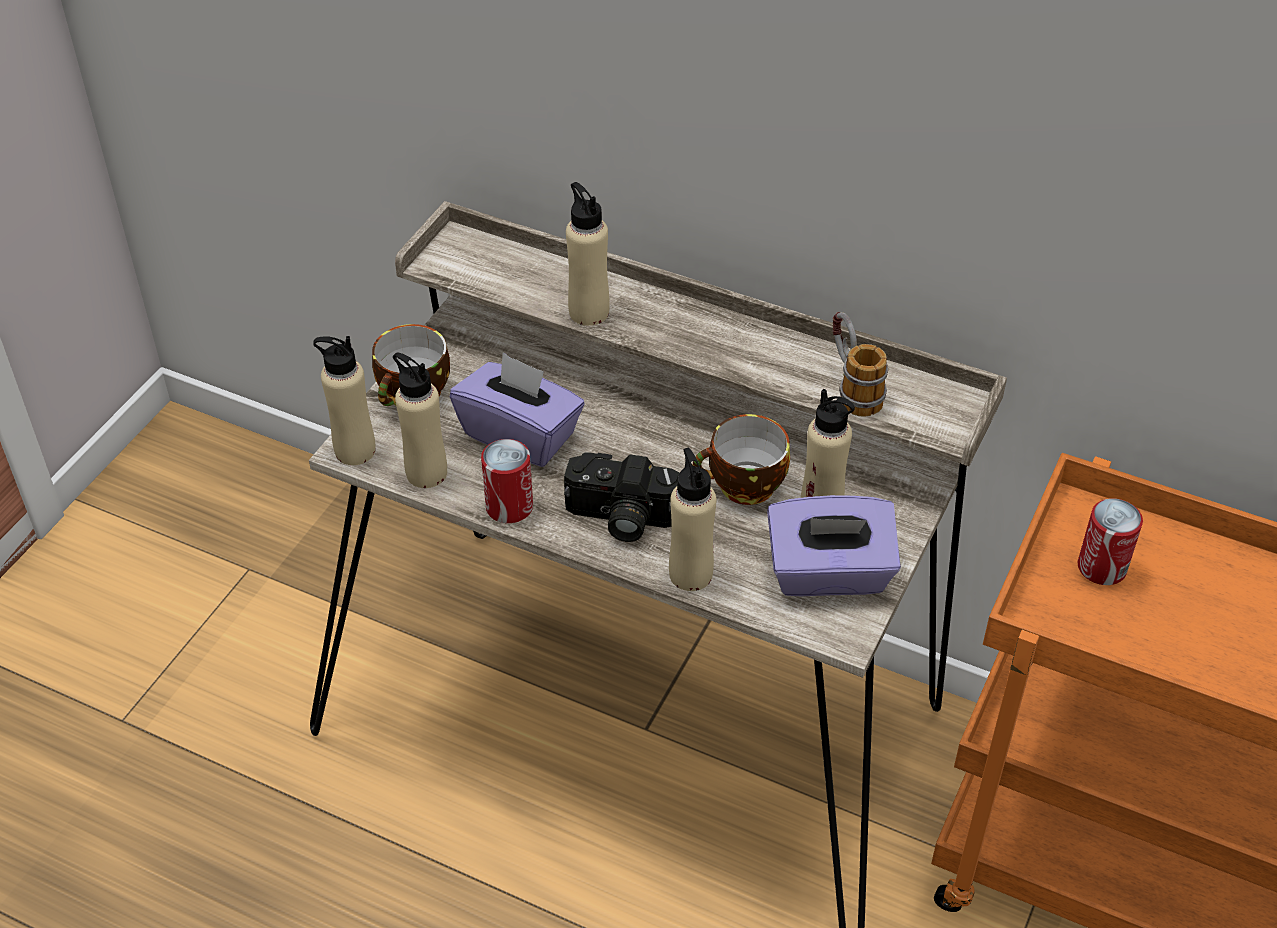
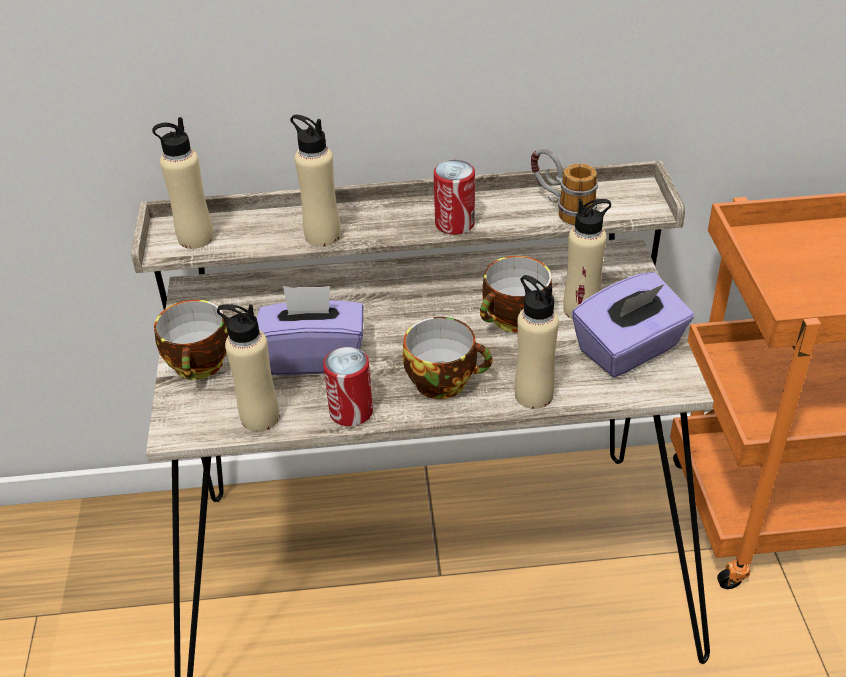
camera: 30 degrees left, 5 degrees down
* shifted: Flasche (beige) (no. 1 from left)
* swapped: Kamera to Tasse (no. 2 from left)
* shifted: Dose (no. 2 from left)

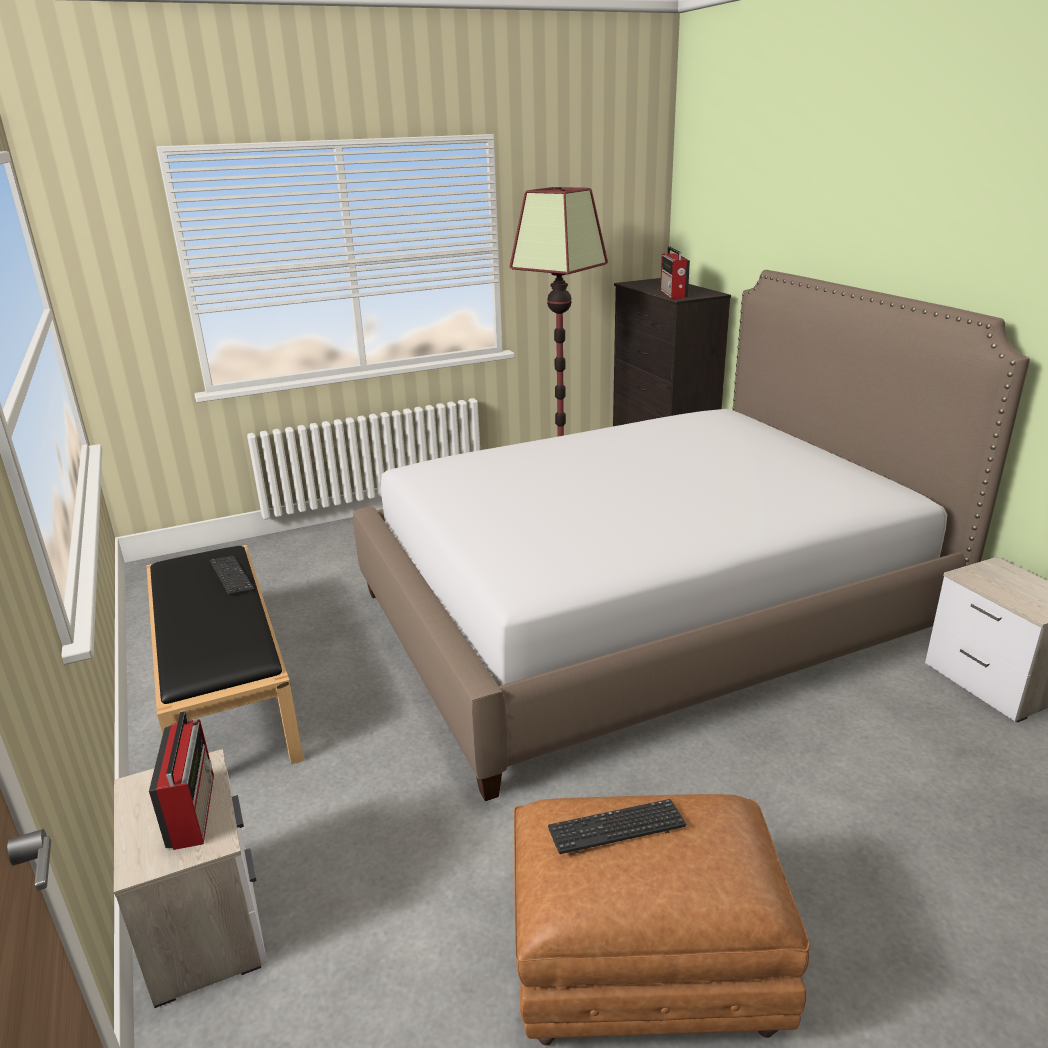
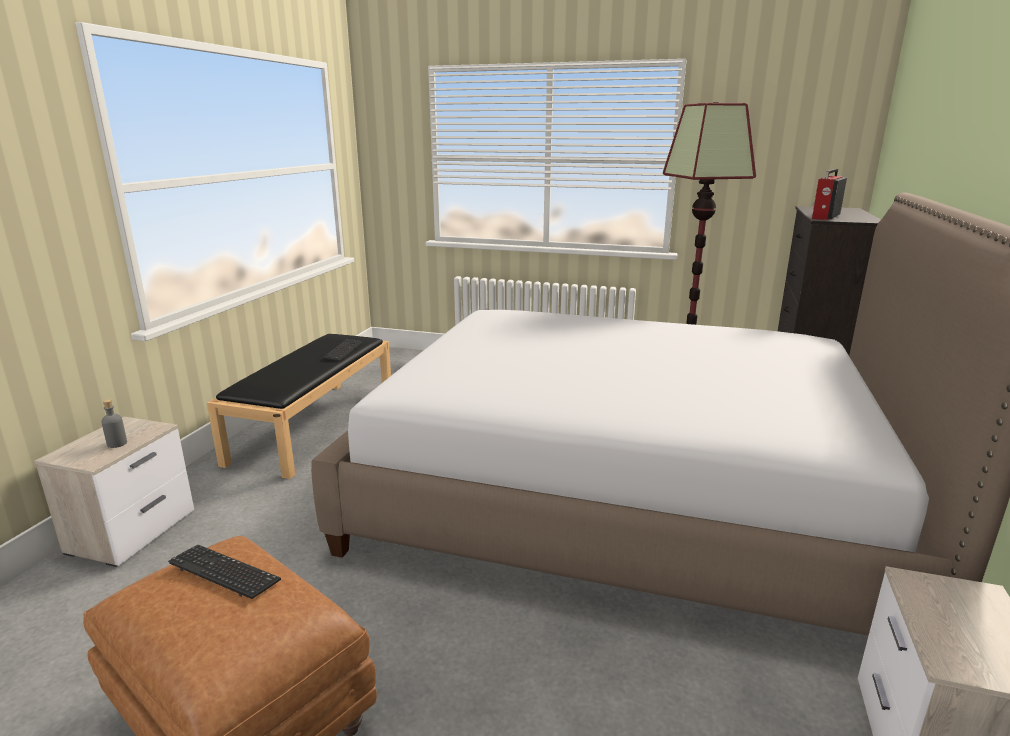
camera: 40 degrees right, 5 degrees down
* swapped: Radio (no. 1 from left) to Flasche (grau)

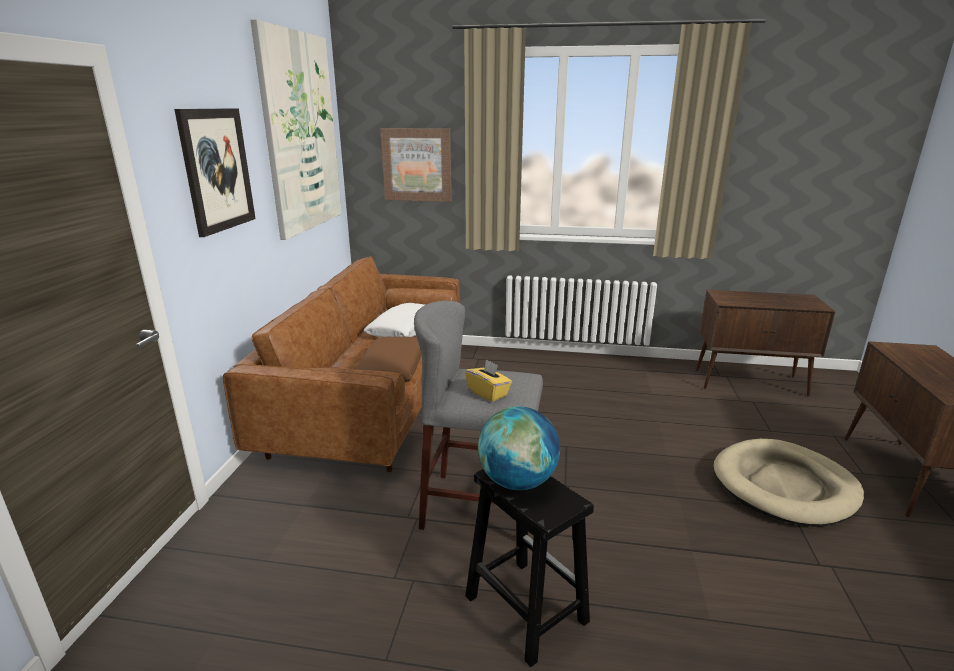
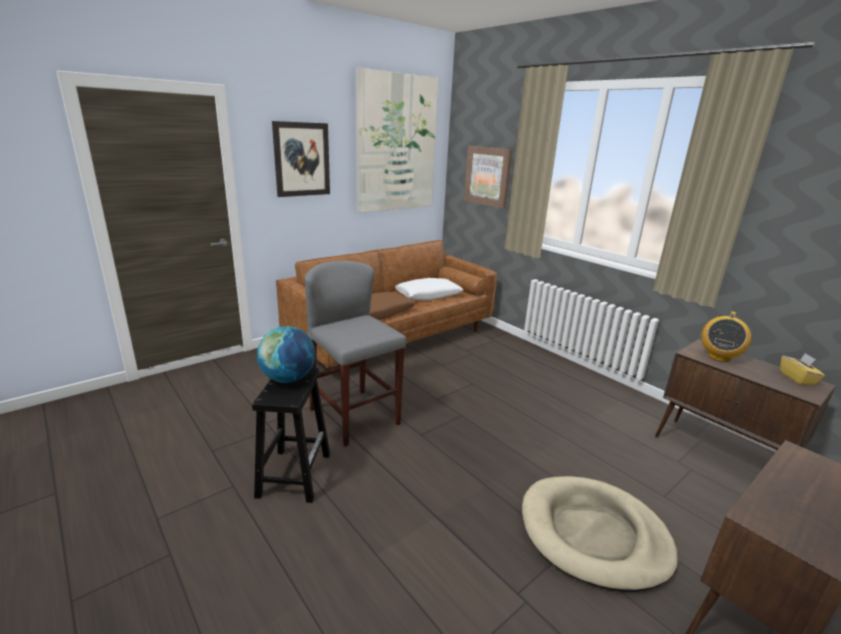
camera: 40 degrees right, 0 degrees up
* new: Radio
* shifted: Taschentuchbox (gelb)

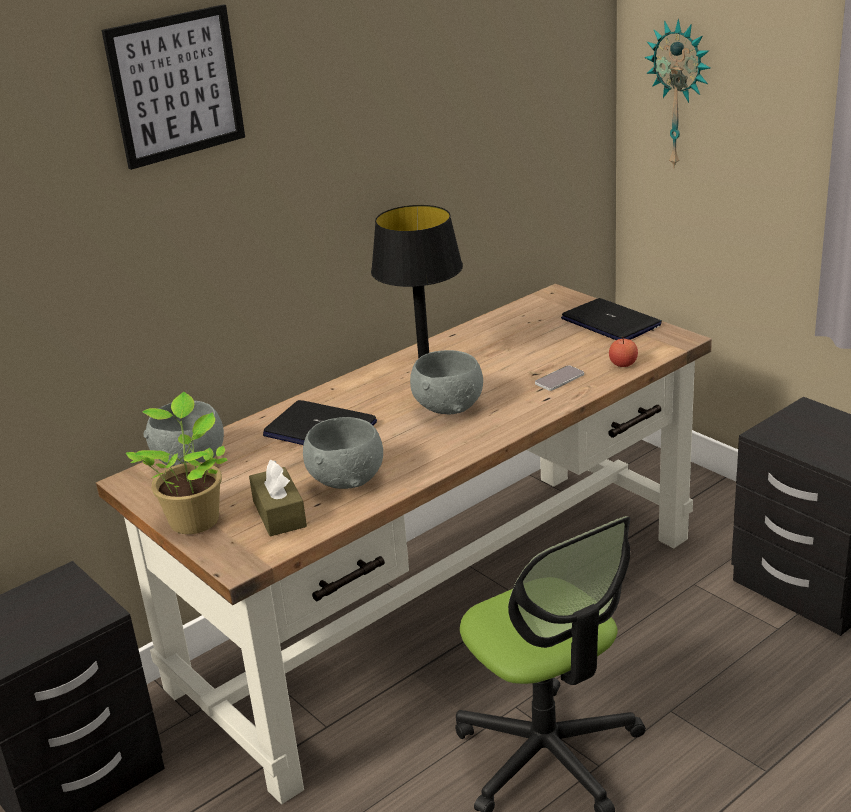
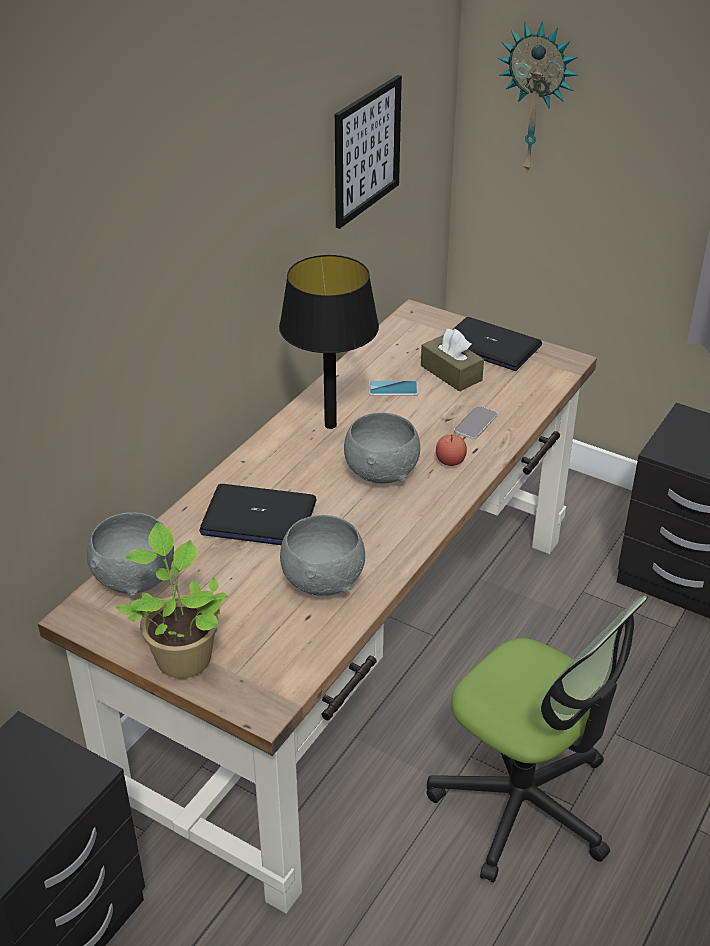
camera: 20 degrees left, 10 degrees up
* shifted: Bild
* new: Handy (no. 1 from left)
* shifted: Taschentuchbox (braun)
* shifted: Apfel

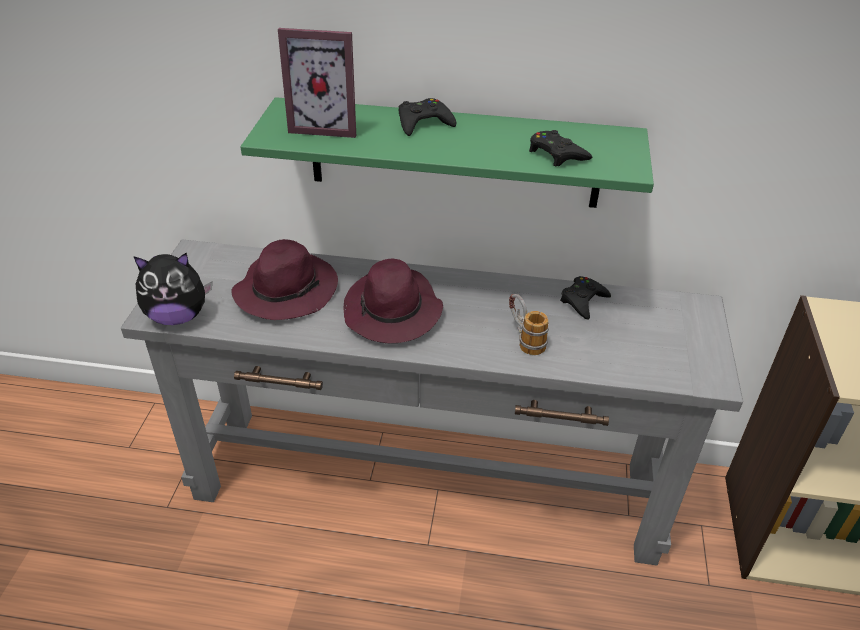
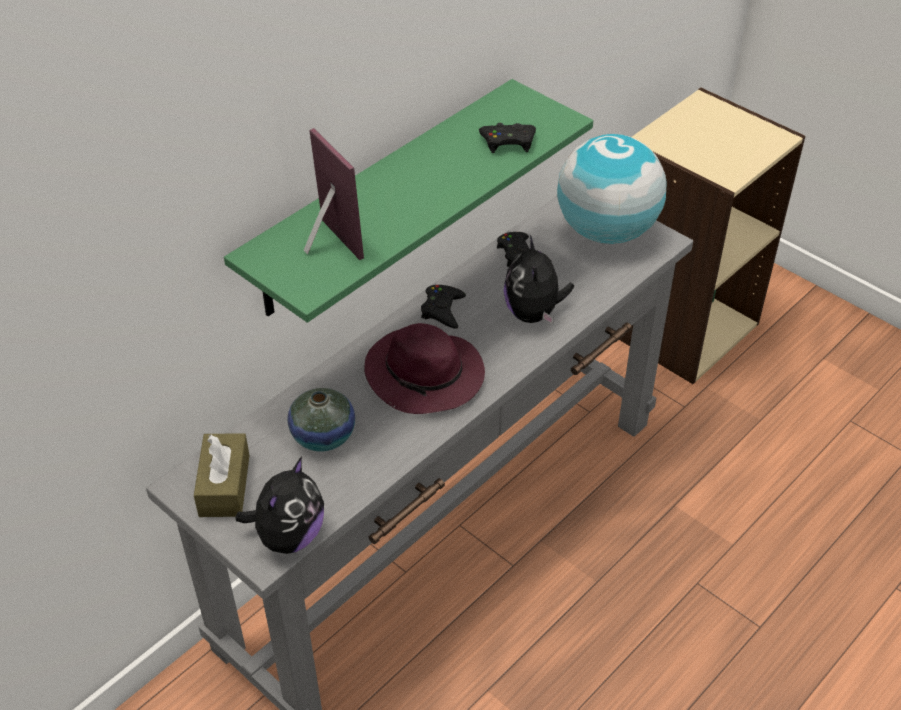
camera: 55 degrees left, 5 degrees up
* new: Taschentuchbox (braun)
* swapped: Hut (lila) (no. 1 from left) to Vase
* rotated: Bilderrahmen 75 degrees counterclockwise
* shifted: Gamepad (schwarz) (no. 1 from left)
* swapped: Henkelbecher to Plüschtier (no. 2 from left)
* new: Globus

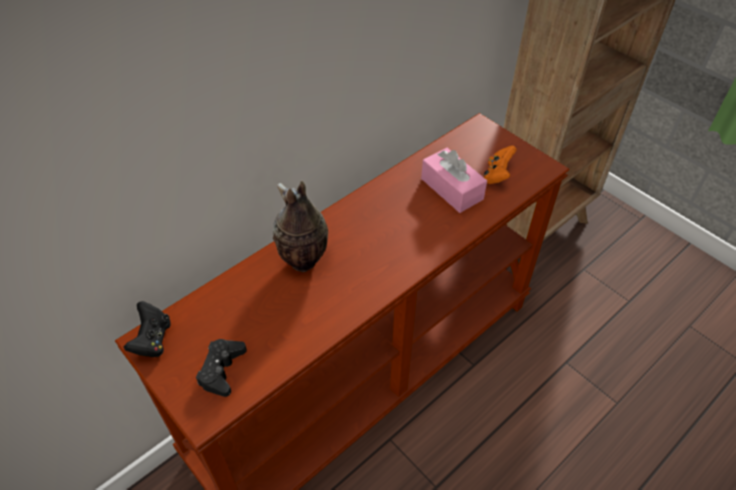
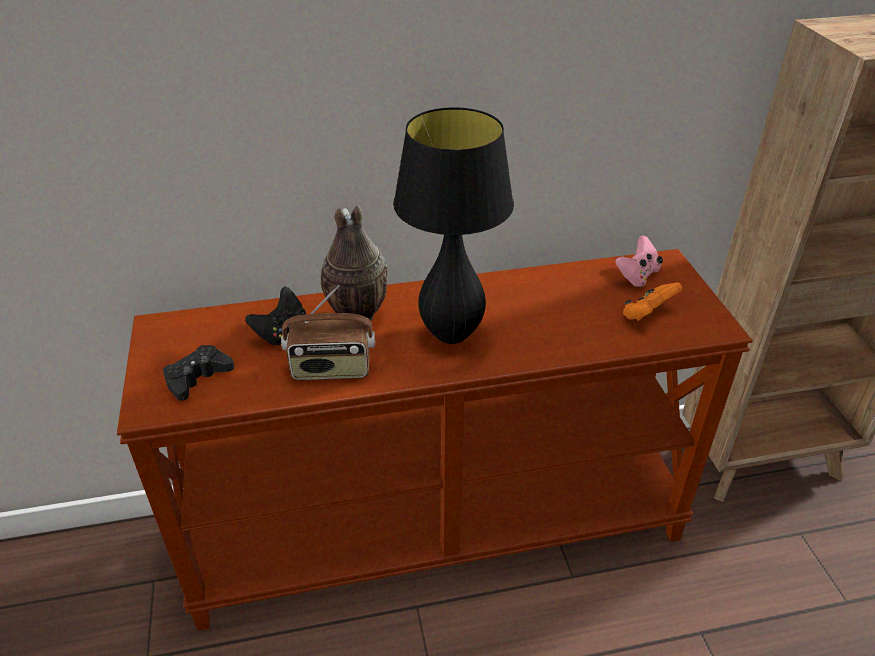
camera: 30 degrees right, 10 degrees down
* shifted: Gamepad (schwarz) (no. 1 from left in the first image) to Gamepad (schwarz) (no. 2 from left)
* new: Radio
* new: Tischlampe (schwarz)
* new: Gamepad (rosa)
* gone: Taschentuchbox (rosa)

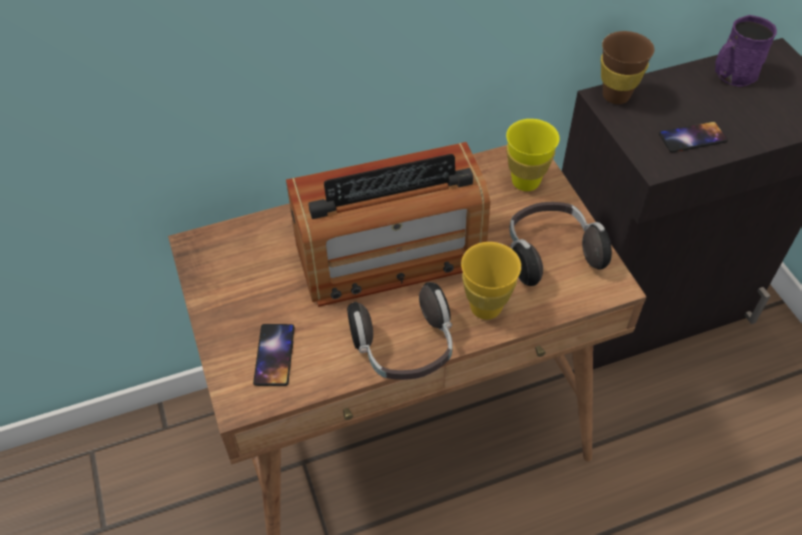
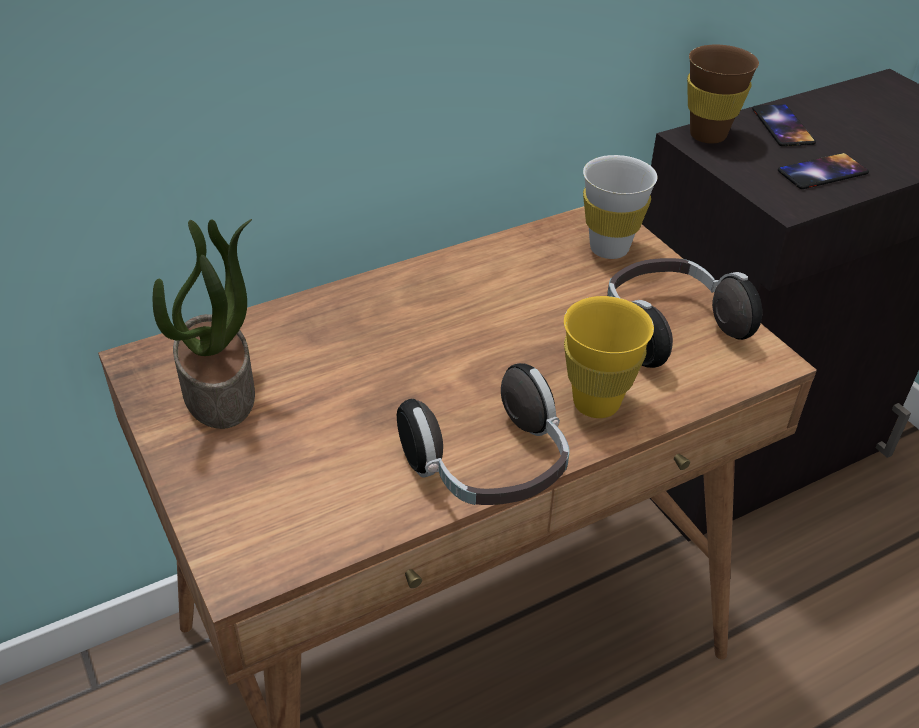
camera: 10 degrees left, 10 degrees down
* new: Topfpflanze
* repainted: Tasse (gelb) (no. 2 from left) to Tasse (weiß)
* shifted: Handy (no. 1 from left)
* gone: Radio
* gone: Henkelbecher (lila)

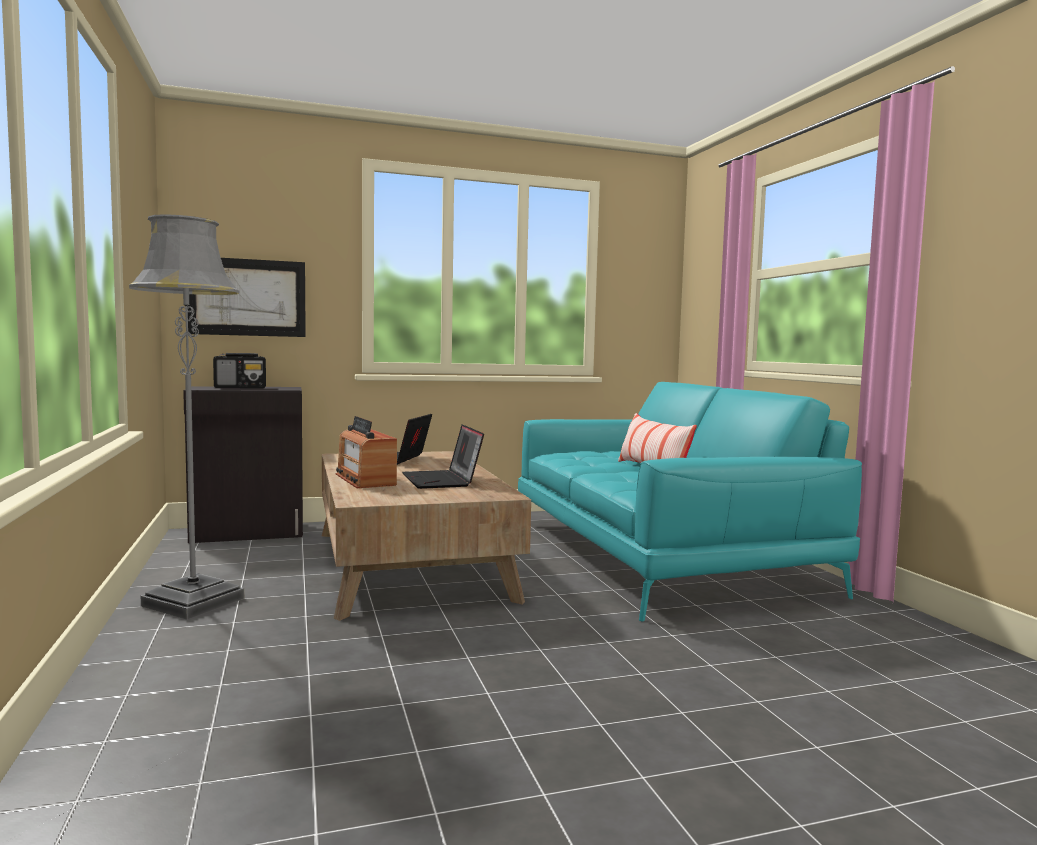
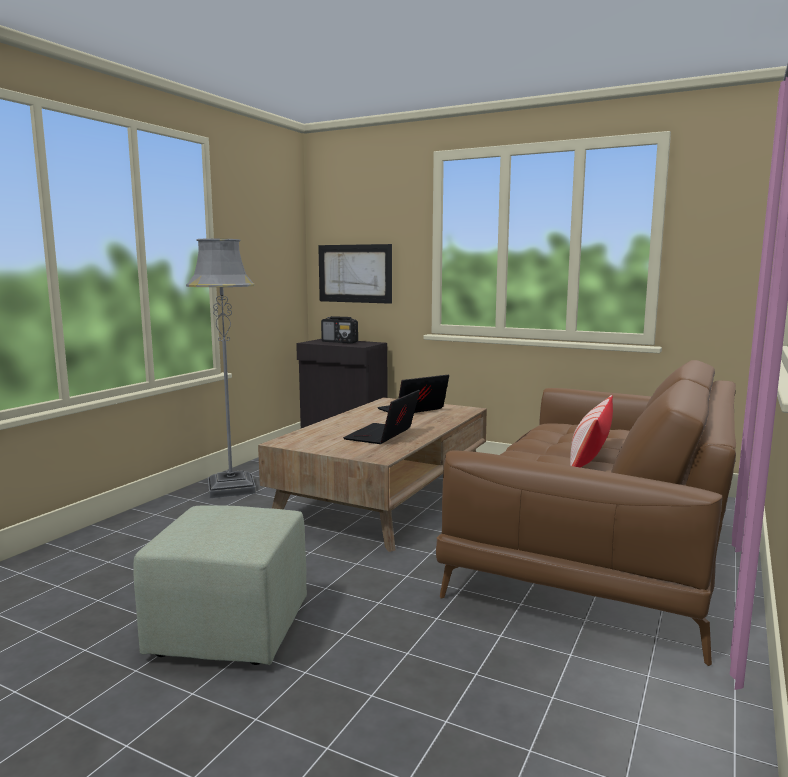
camera: 45 degrees right, 5 degrees up
* new: Polsterhocker (grün)
* repainted: Sofa (türkis) to Sofa (braun)
* gone: Radio (no. 2 from left)

